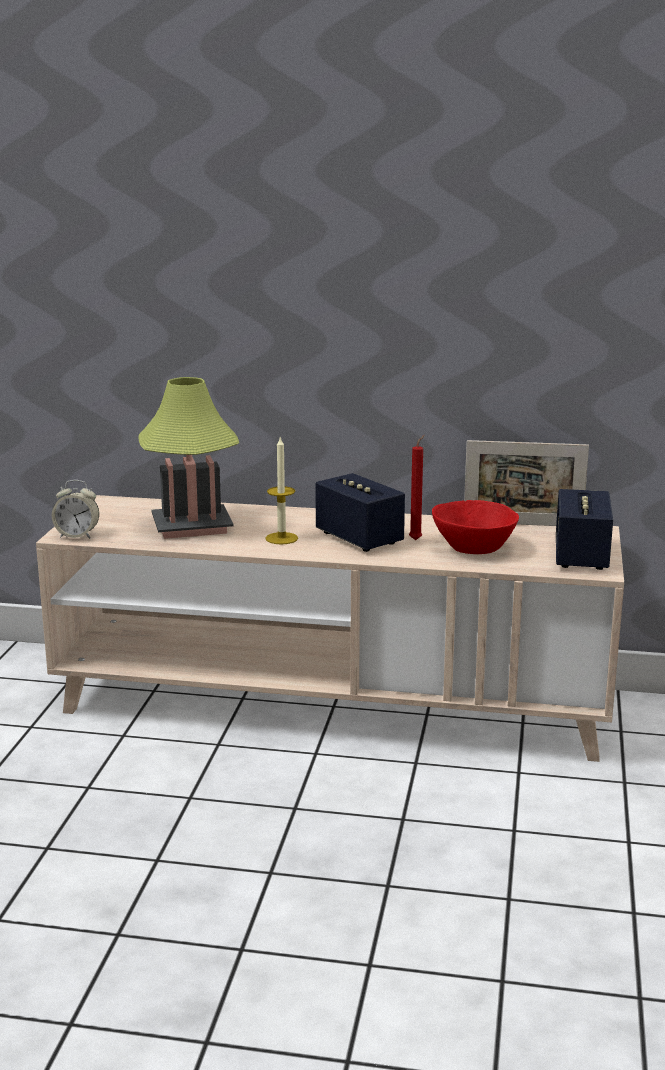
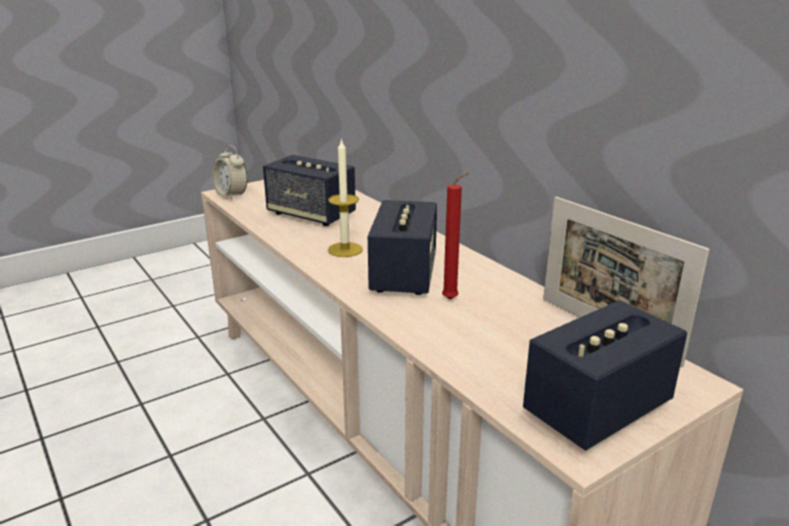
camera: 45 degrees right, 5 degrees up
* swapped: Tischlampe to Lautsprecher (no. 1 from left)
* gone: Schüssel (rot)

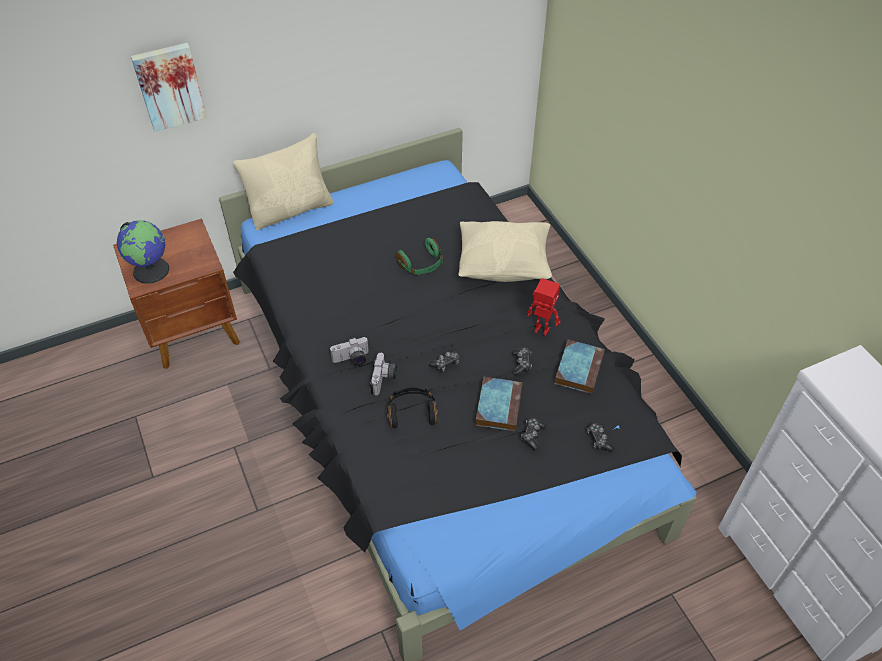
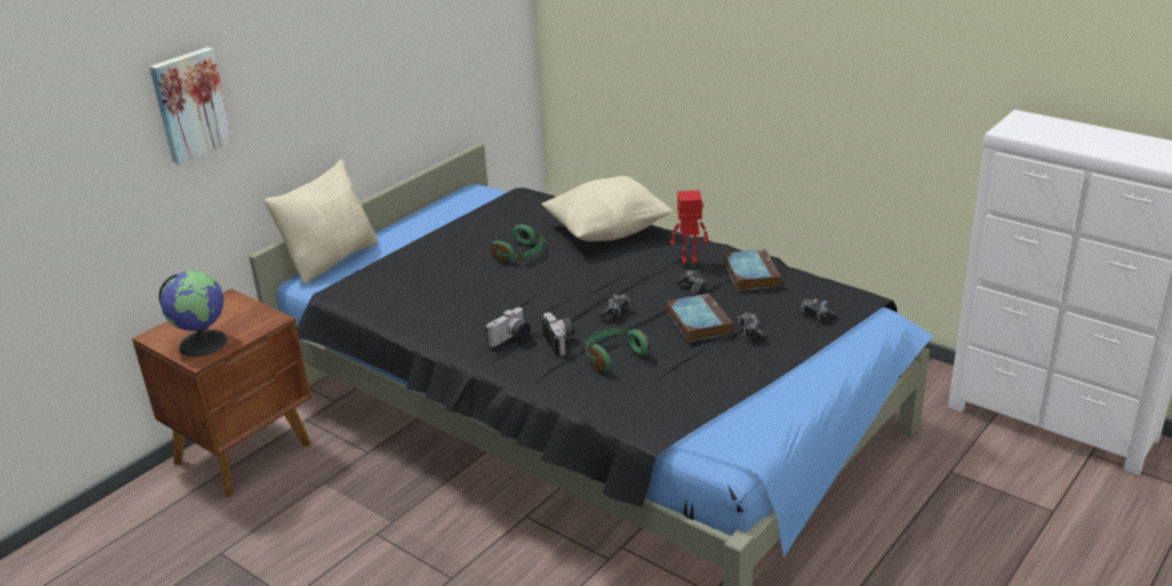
camera: 25 degrees left, 20 degrees down
* repainted: Kopfhörer (schwarz) to Kopfhörer (grün) (no. 2 from left)

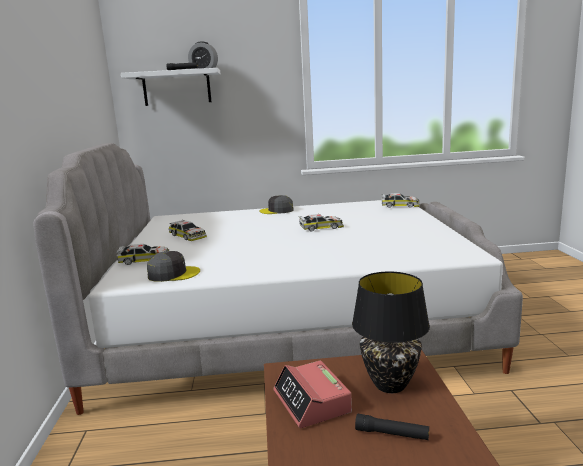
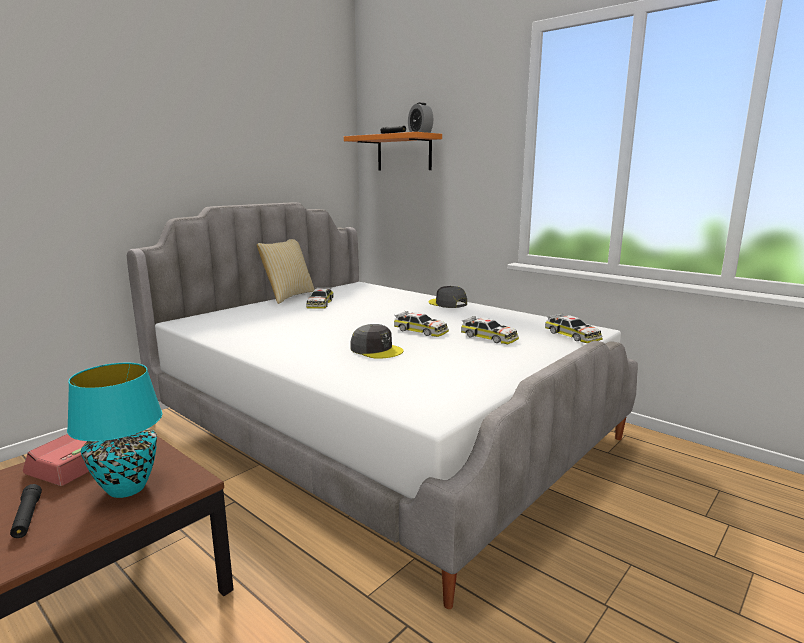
camera: 45 degrees right, 0 degrees up
* repainted: Tischlampe (schwarz) to Tischlampe (türkis)
* new: Kissen
* repainted: Wandregal (weiß) to Wandregal (orange)
* shifted: Kappe (grau) (no. 1 from left)
* shifted: Spielzeugauto (no. 1 from left in the first image) to Spielzeugauto (no. 3 from left)

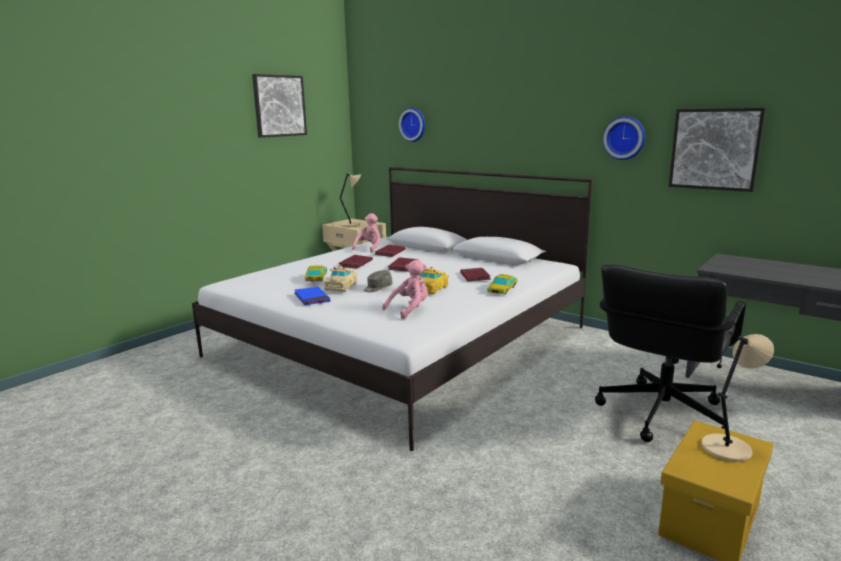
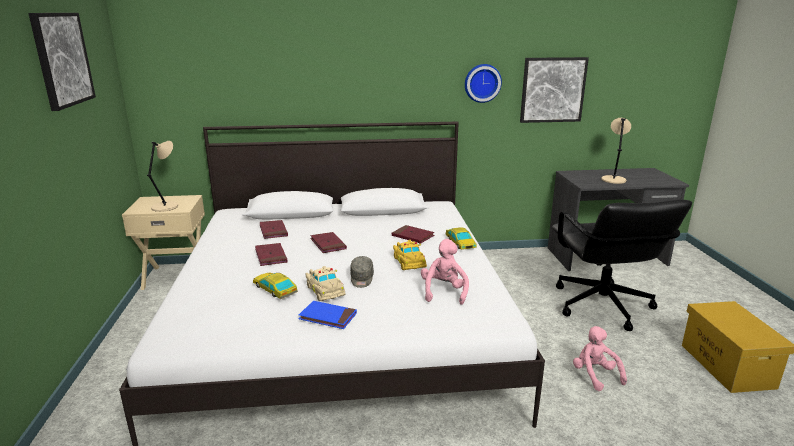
camera: 45 degrees left, 5 degrees up
* shifted: Plüschtier (rosa) (no. 1 from left in the first image) to Plüschtier (rosa) (no. 2 from left)
* shifted: Tischlampe (beige) (no. 2 from left)
* gone: Wanduhr (no. 1 from left)

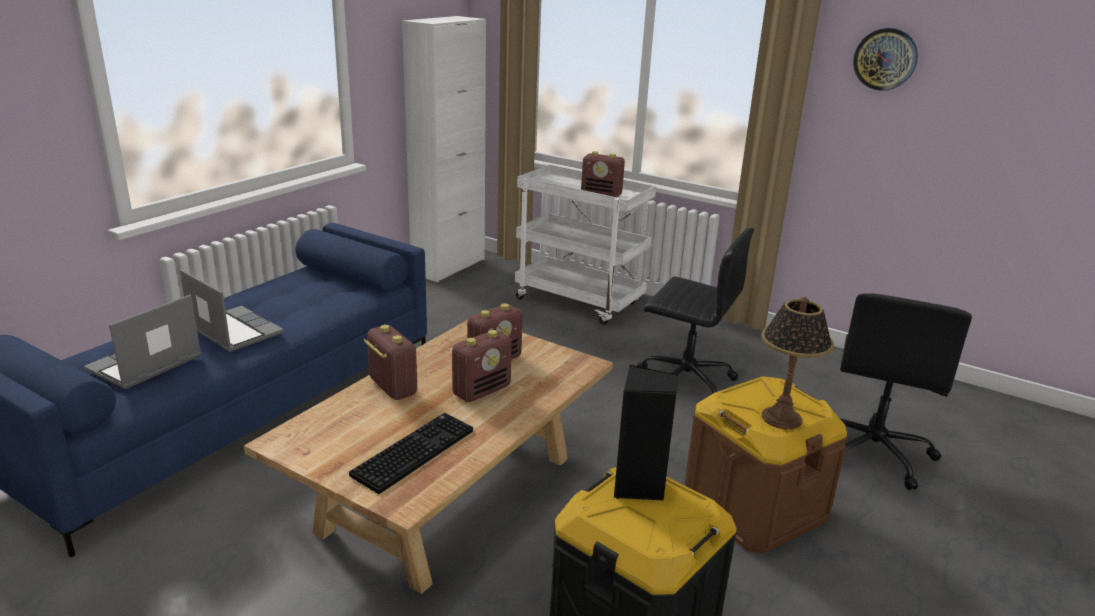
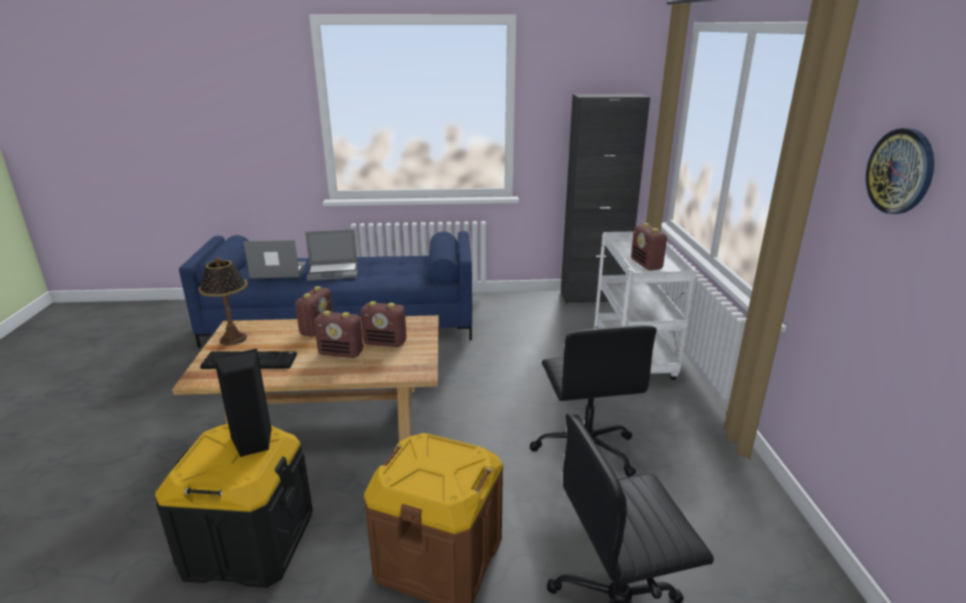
camera: 55 degrees right, 0 degrees up
* shifted: Tischlampe
* rotated: Laptop (no. 2 from left) 75 degrees clockwise
* repainted: Schrank (weiß) to Schrank (schwarz)

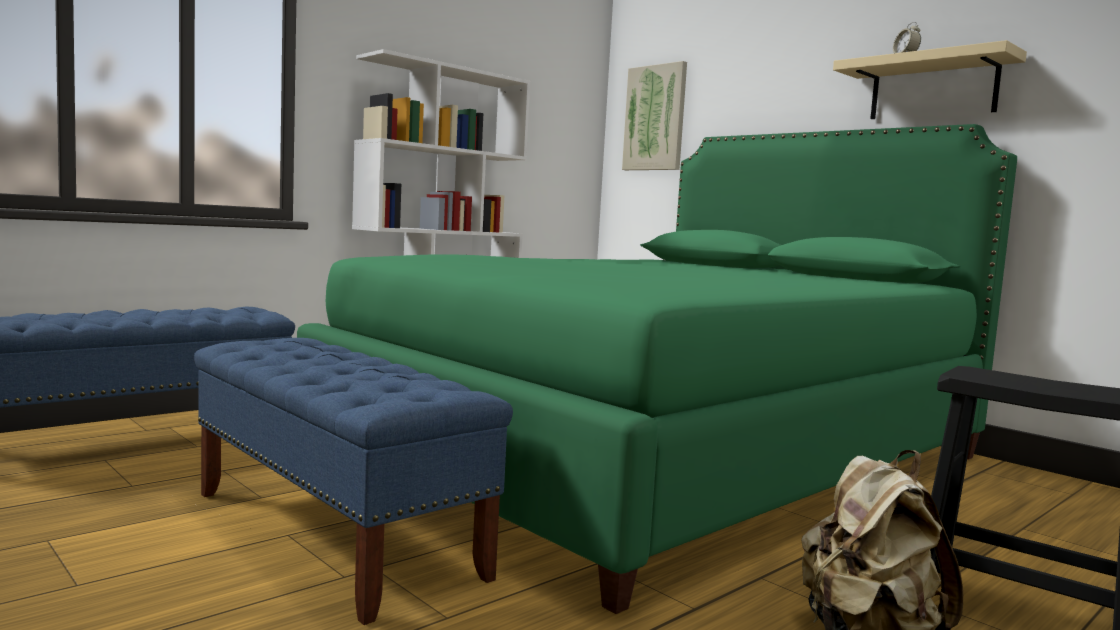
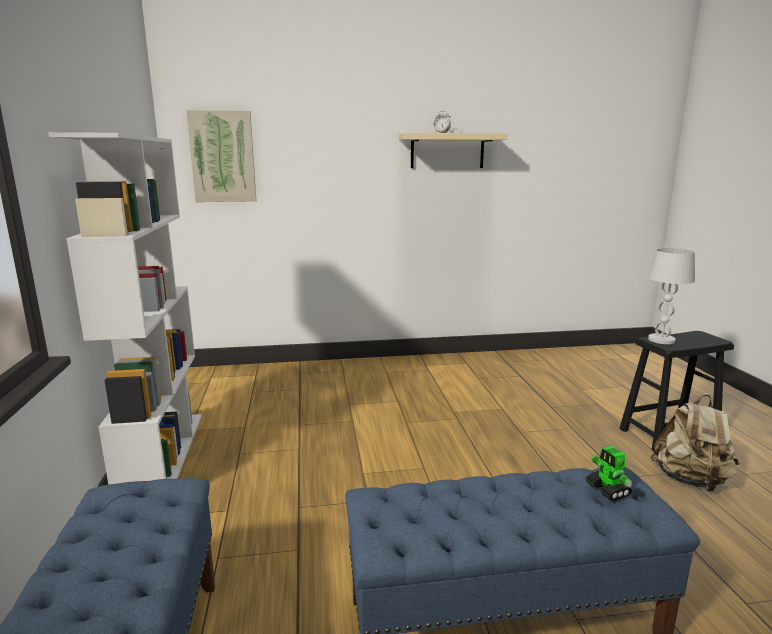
camera: 55 degrees left, 10 degrees up
* new: Spielzeugroboter
* new: Tischlampe (weiß)
* gone: Bett (grün)

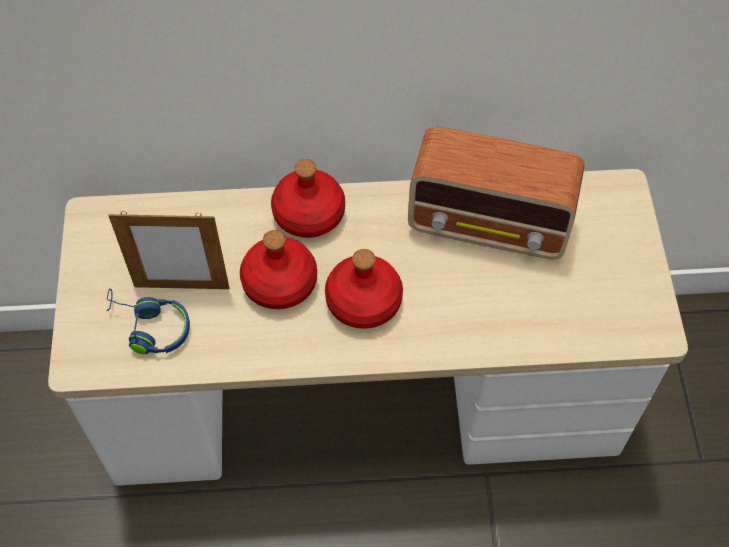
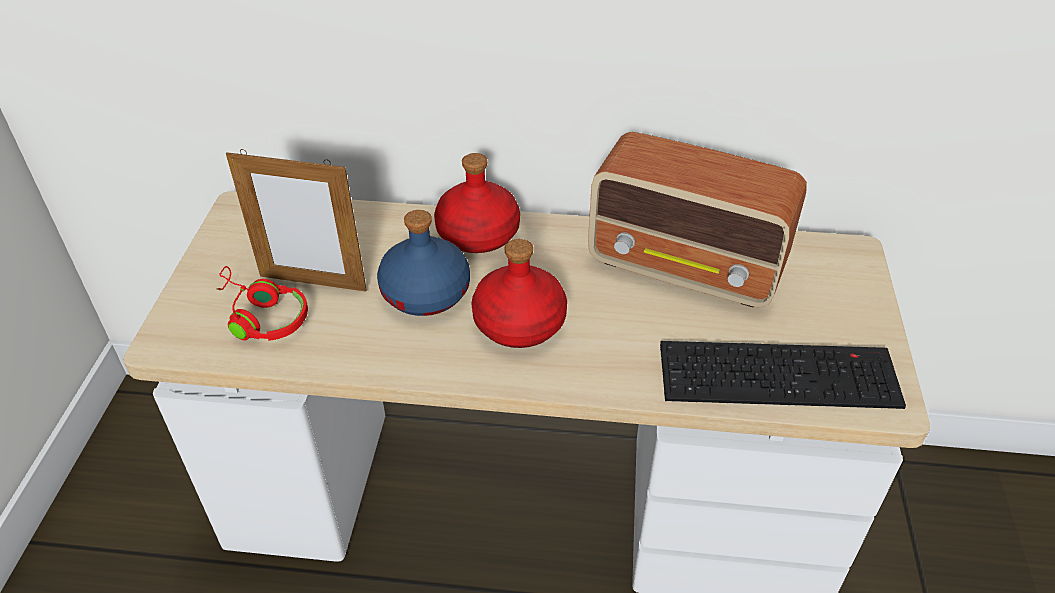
camera: 10 degrees right, 15 degrees down
* repainted: Kopfhörer (blau) to Kopfhörer (rot)
* repainted: Flasche (rot) (no. 1 from left) to Flasche (blau)
* new: Tastatur

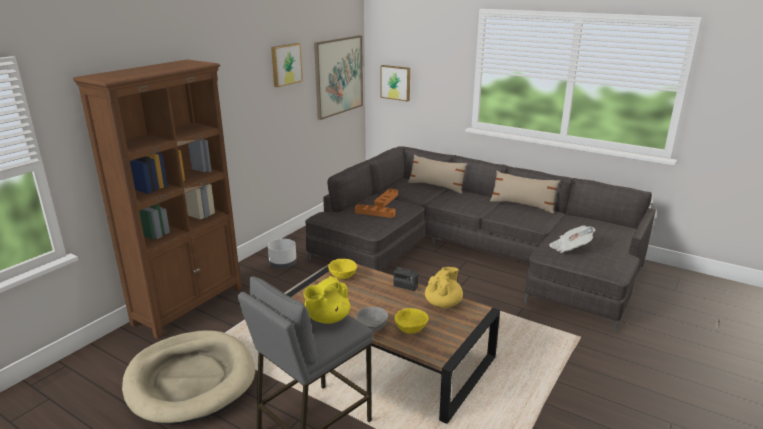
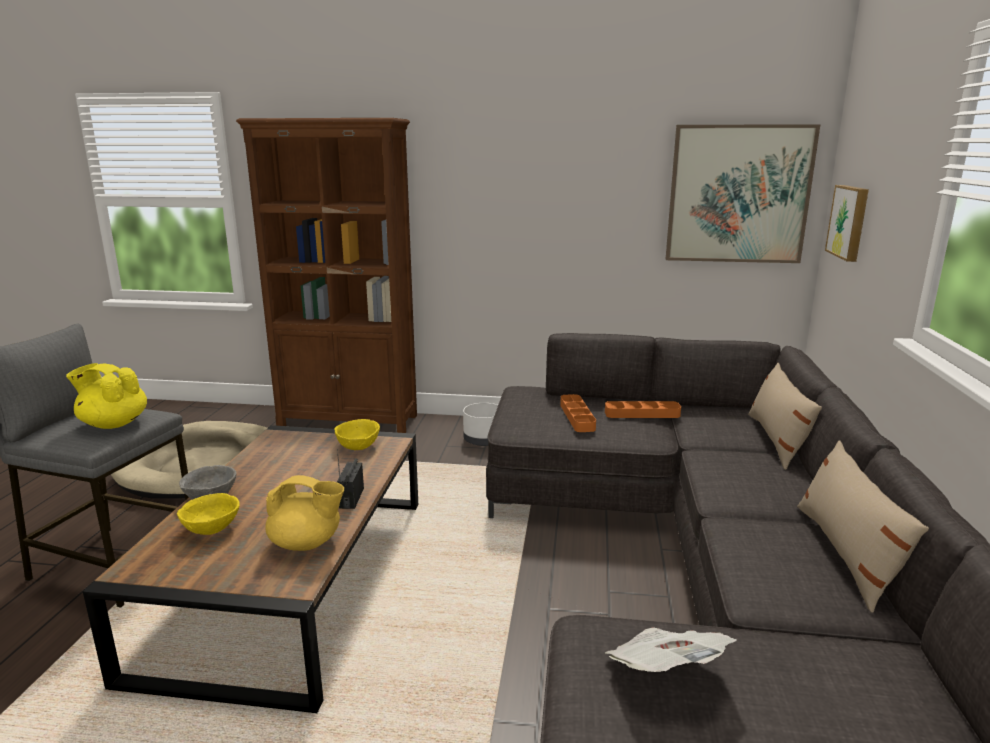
camera: 65 degrees right, 5 degrees down
* gone: Bild (no. 1 from left)

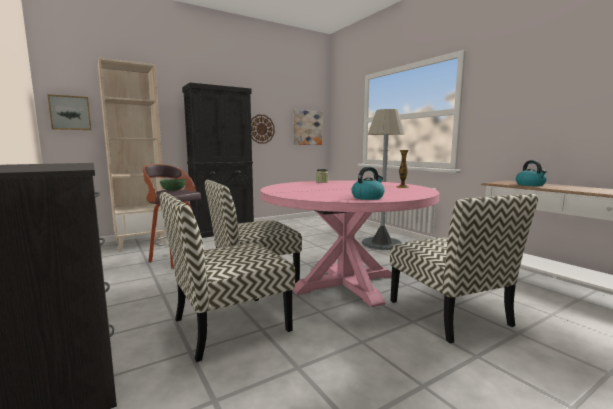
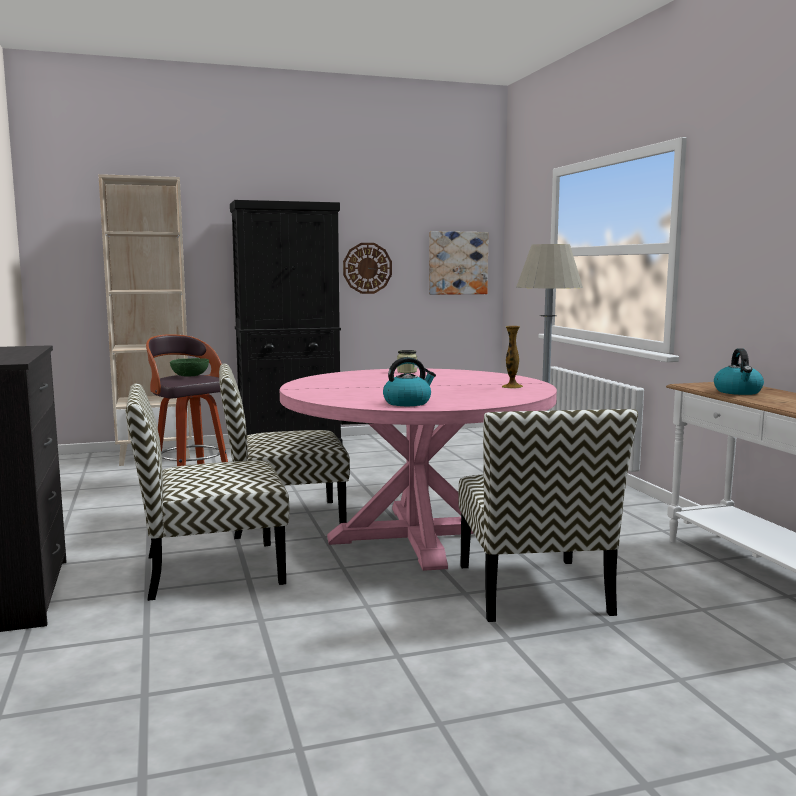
camera: 15 degrees right, 0 degrees up
* gone: Bild (no. 1 from left)

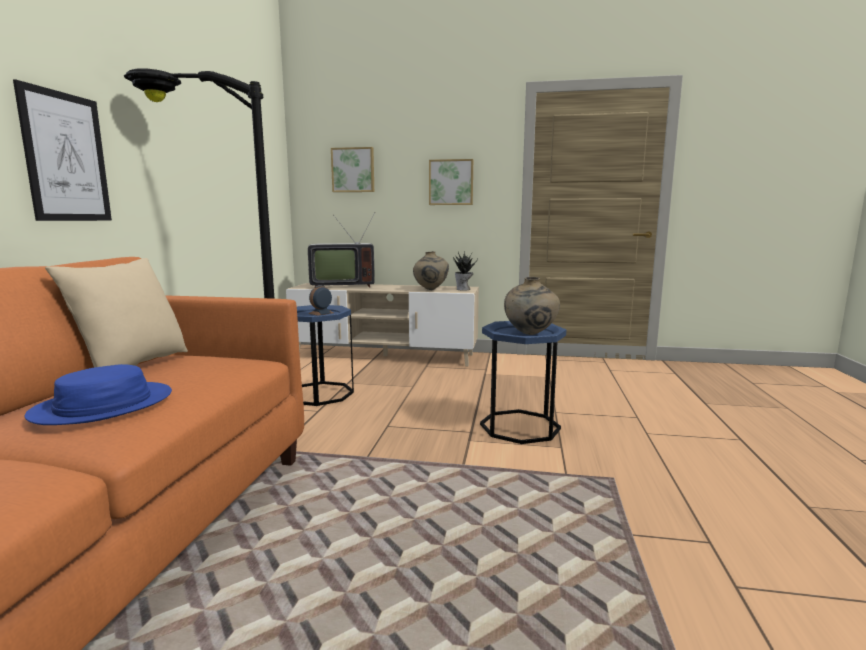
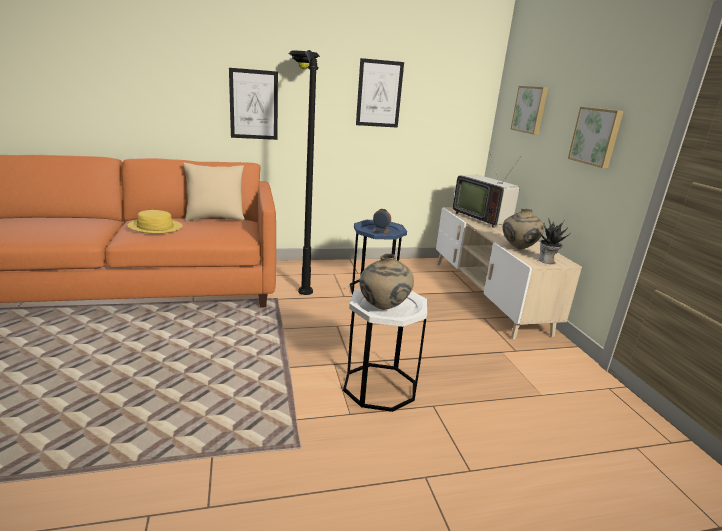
camera: 65 degrees right, 10 degrees up
* repainted: Hut (blau) to Hut (gelb)
* repainted: Beistelltisch (blau) (no. 2 from left) to Beistelltisch (weiß)
* new: Bild (no. 2 from left)

